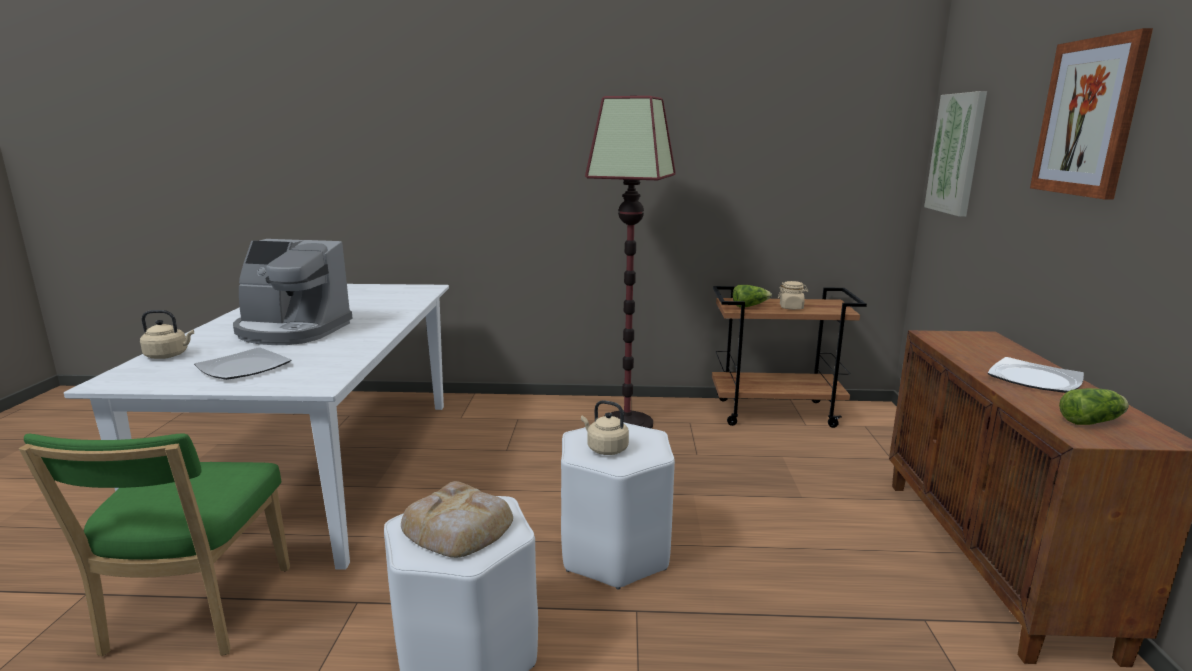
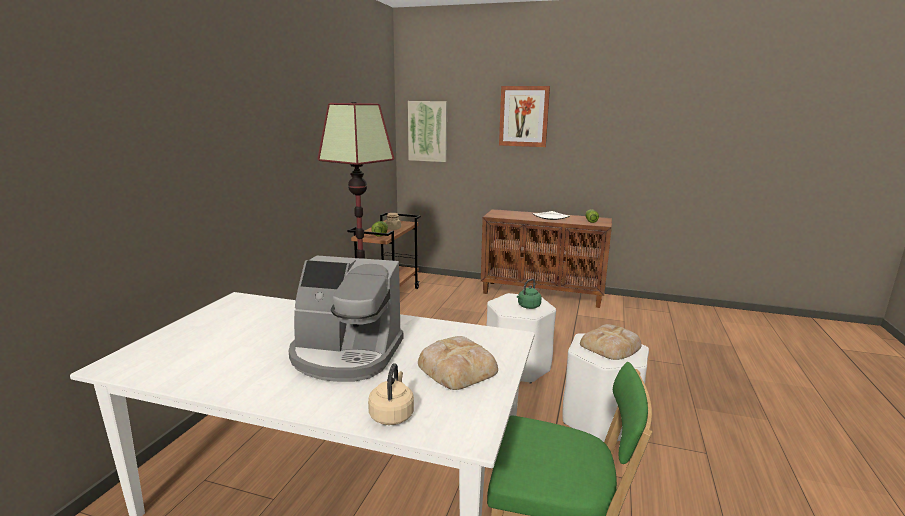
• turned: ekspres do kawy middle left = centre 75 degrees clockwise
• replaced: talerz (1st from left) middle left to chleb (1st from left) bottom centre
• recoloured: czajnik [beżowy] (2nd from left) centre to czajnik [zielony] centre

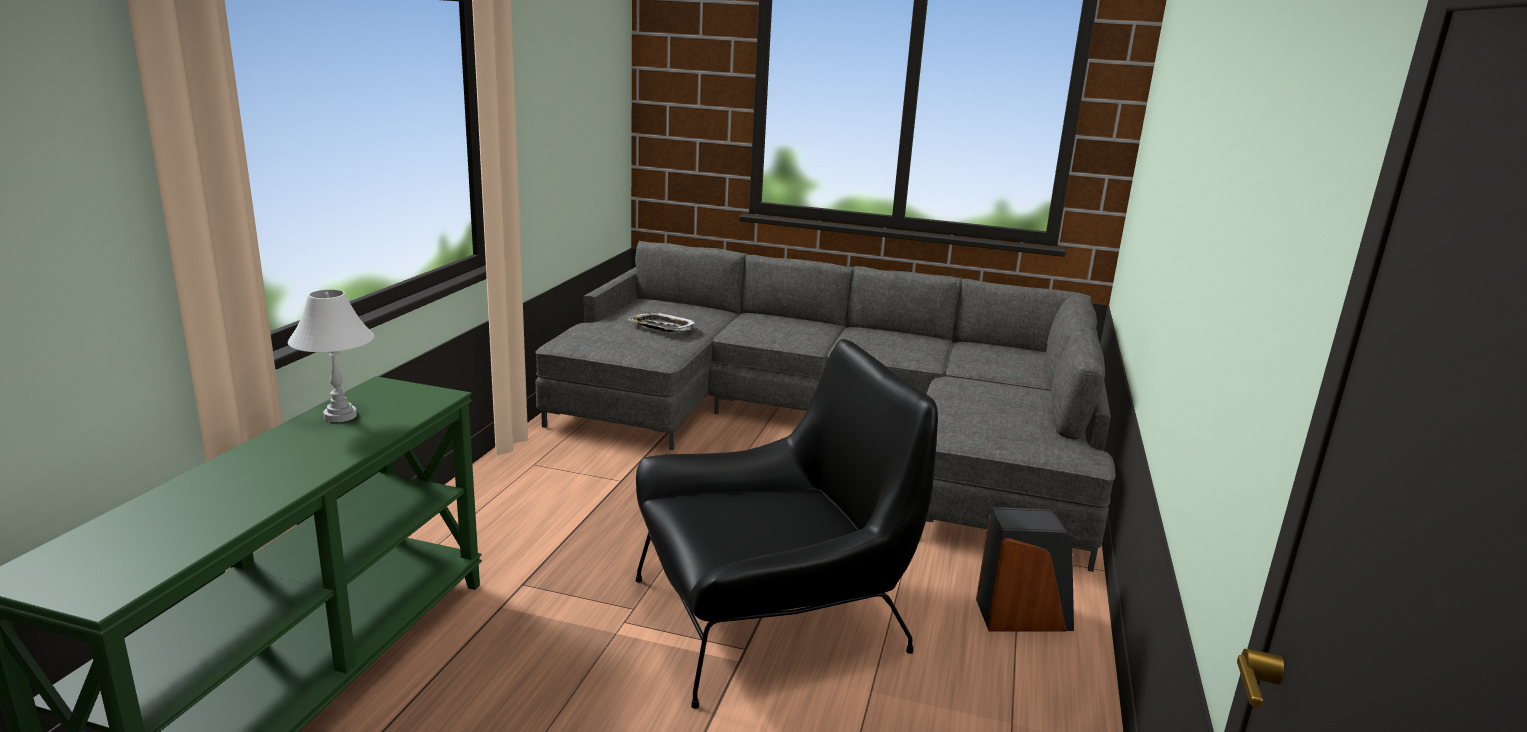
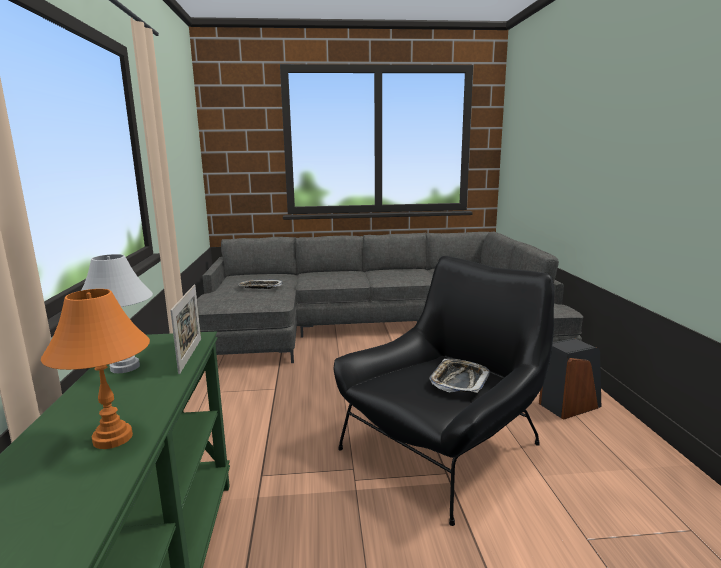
• added: lampa stołowa [pomarańczowy] middle left
• added: ramka na zdjęcie middle left
• added: taca (2nd from left) centre

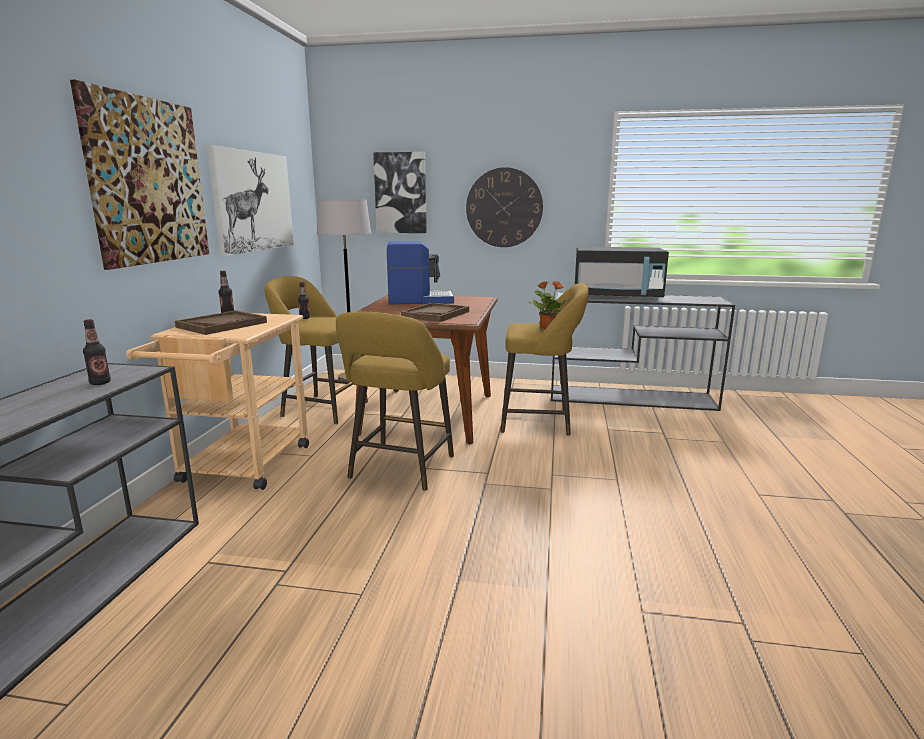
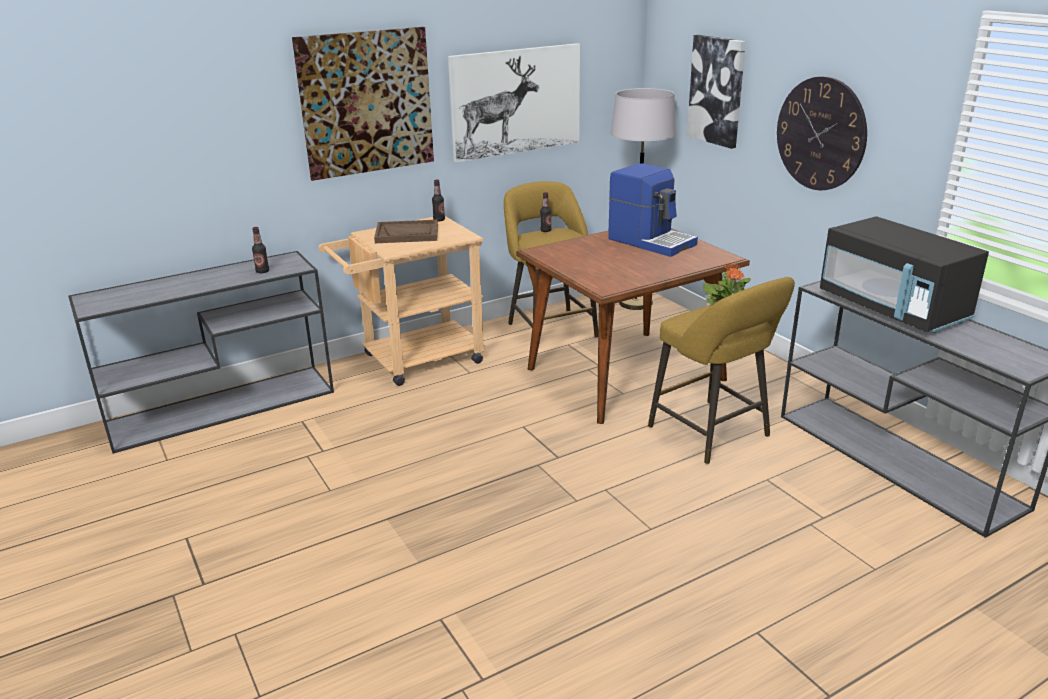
• removed: stołek [żółty] (2nd from left) centre
• removed: taca [brązowy] (2nd from left) centre

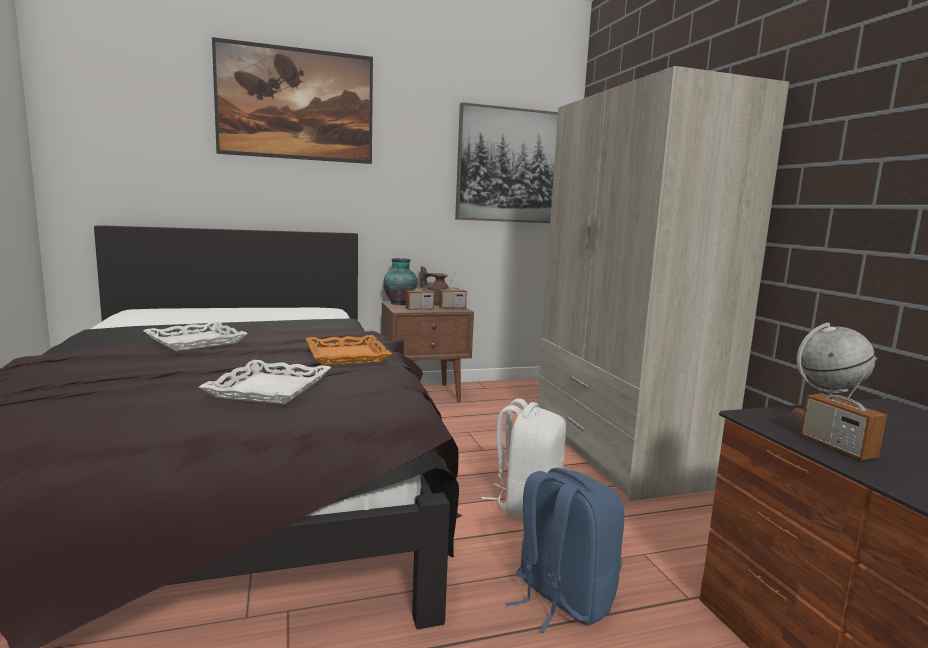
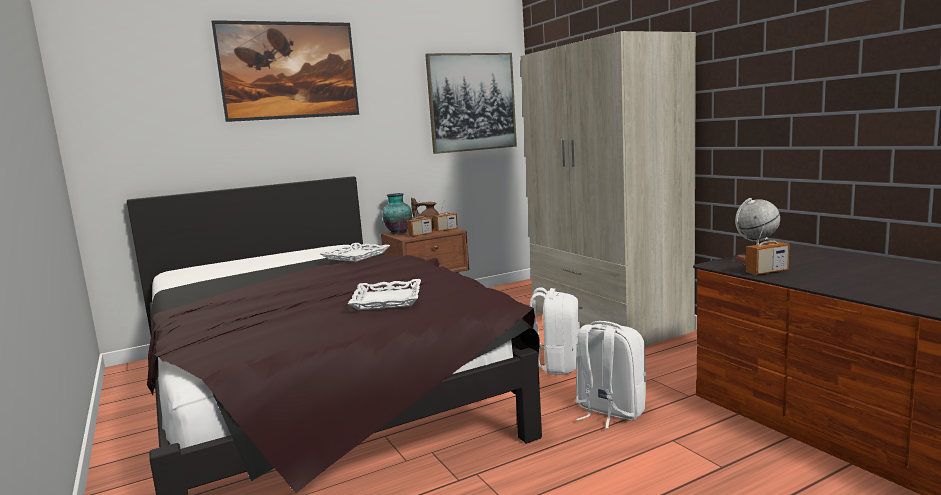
• moved: taca [biały] (1st from left) middle left to centre
• recoloured: plecak [niebieski] bottom centre to plecak [biały] (2nd from left) bottom centre
• turned: radio (3rd from left) middle right = middle right 75 degrees counterclockwise
• removed: taca [pomarańczowy] centre

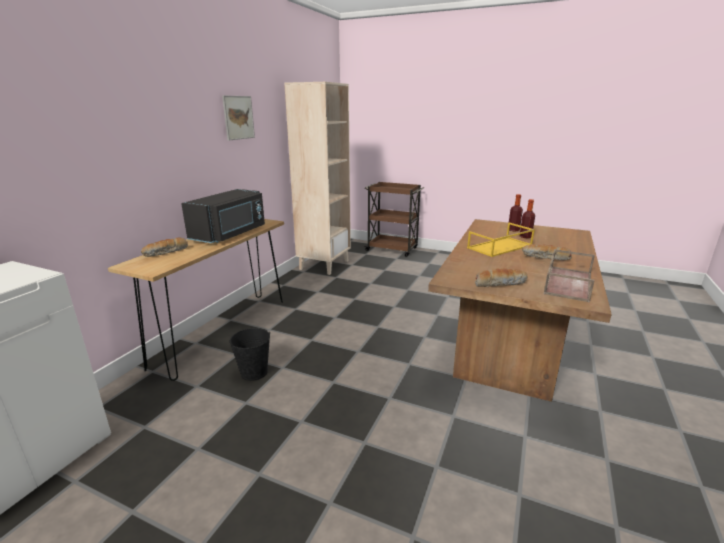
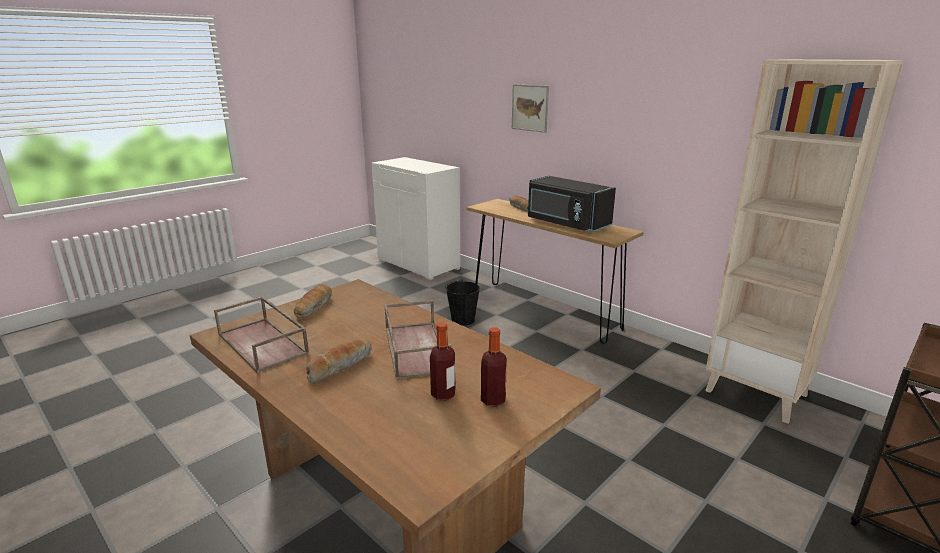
• recoloured: taca [żółty] middle right to taca [brązowy] (2nd from left) centre
• moved: obraz top left to top centre

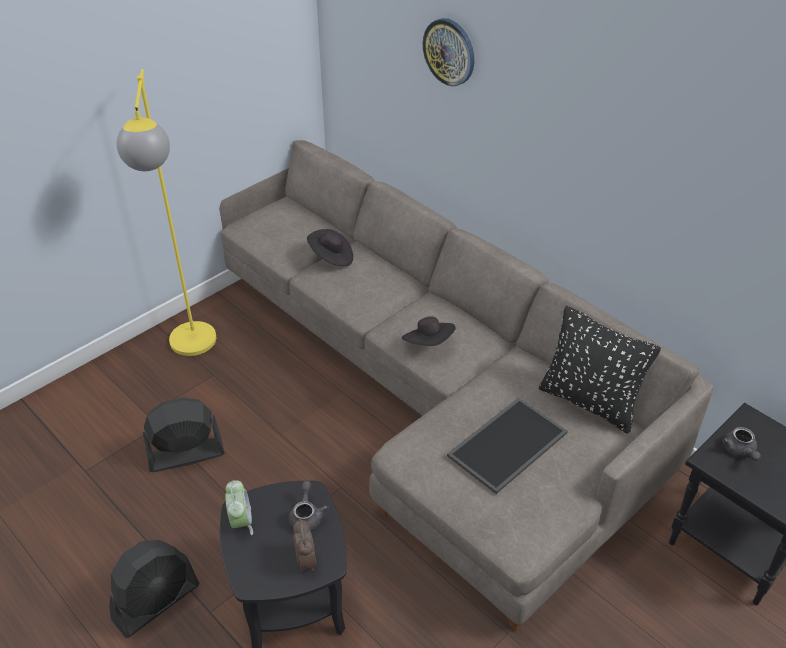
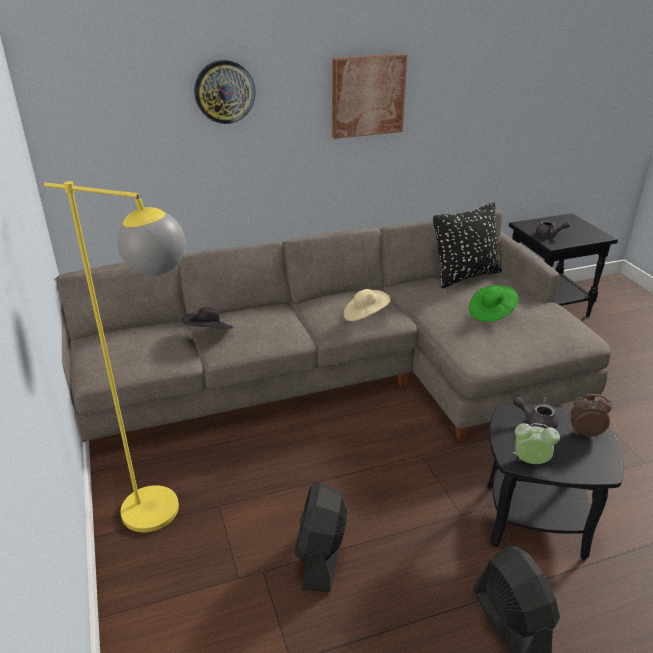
• added: obraz top centre
• recoloured: kapelusz [czarny] (2nd from left) centre to kapelusz [beżowy] centre
• replaced: taca bottom centre to kapelusz [zielony] middle right

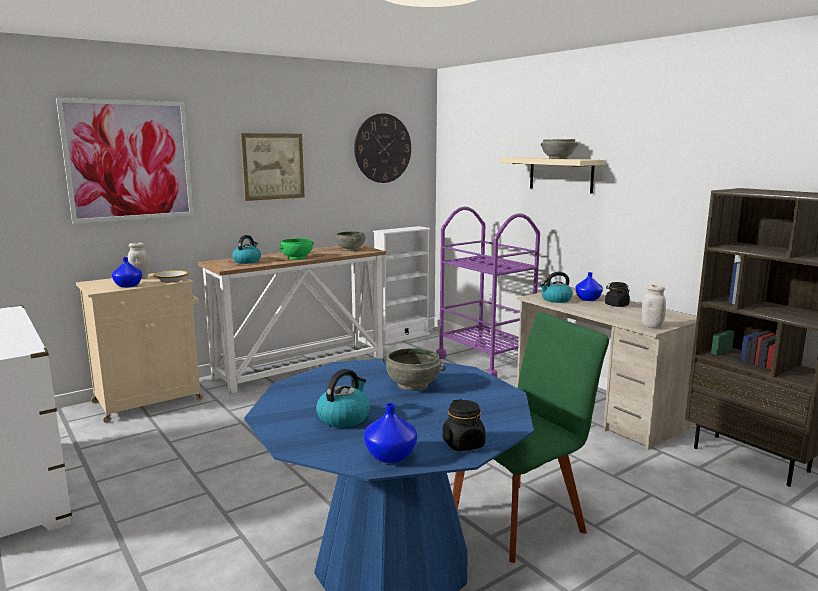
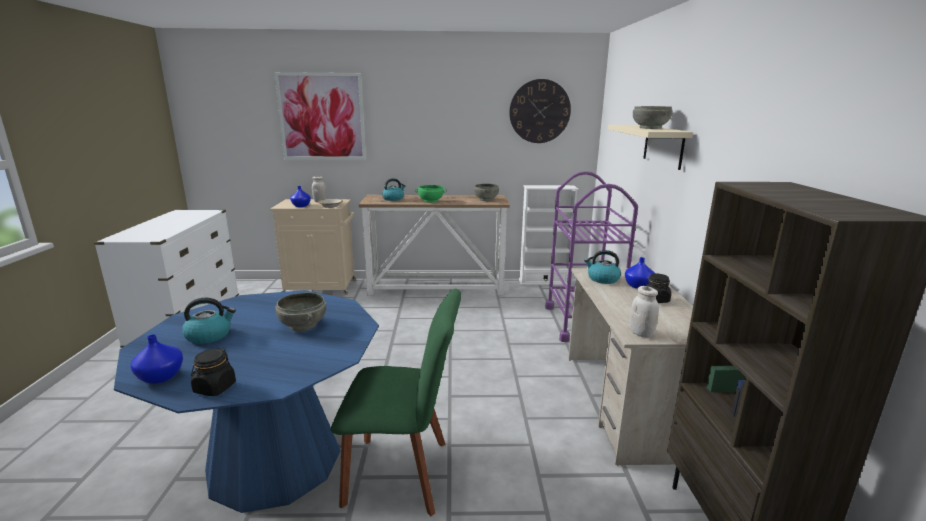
• removed: obraz (2nd from left) top left

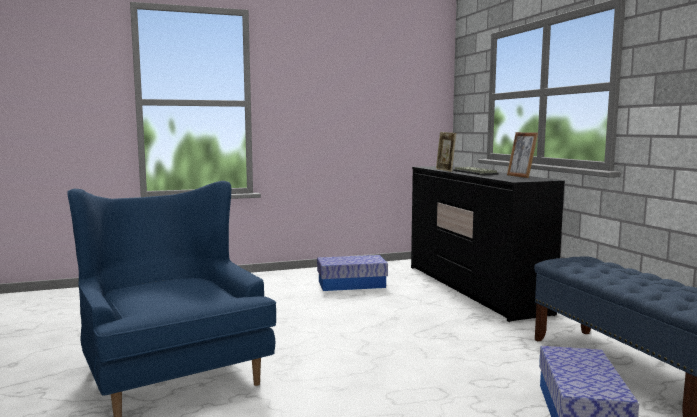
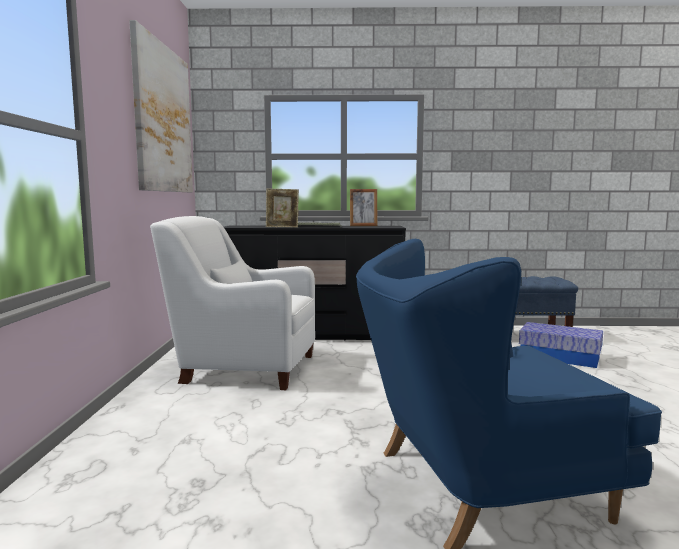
• added: obraz top left
• replaced: pojemnik do przechowywania (1st from left) centre to fotel [biały] centre

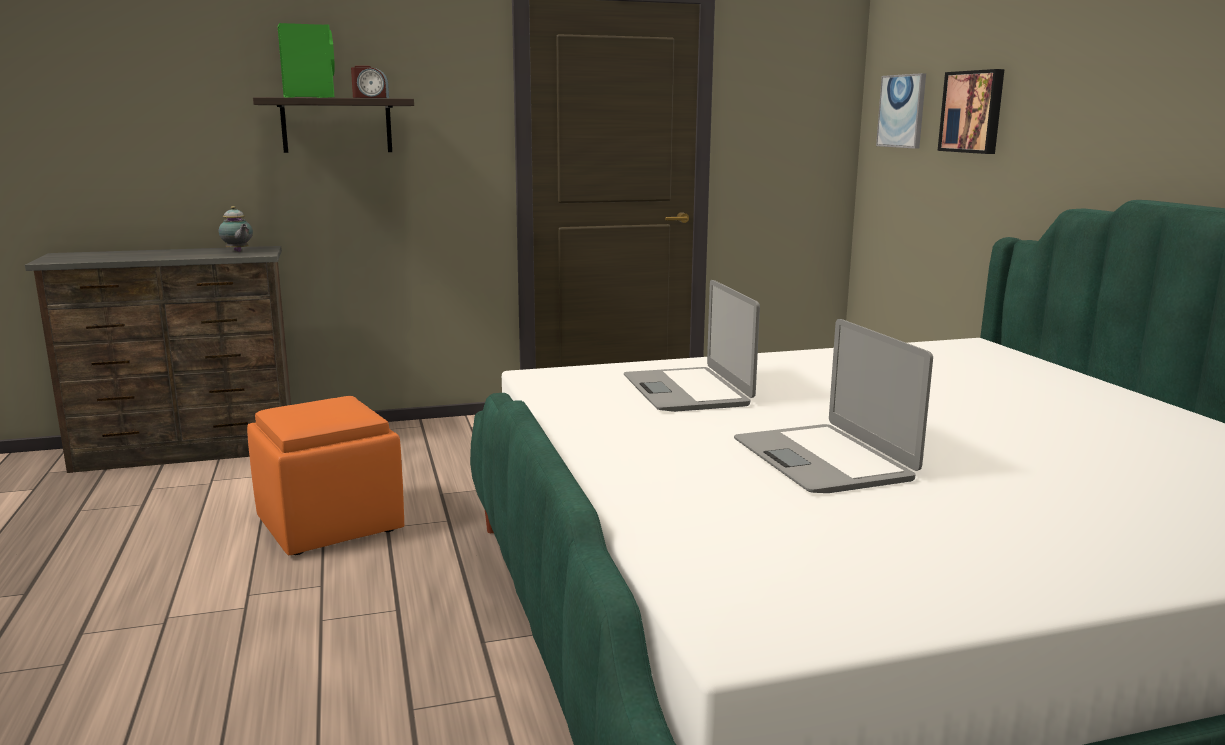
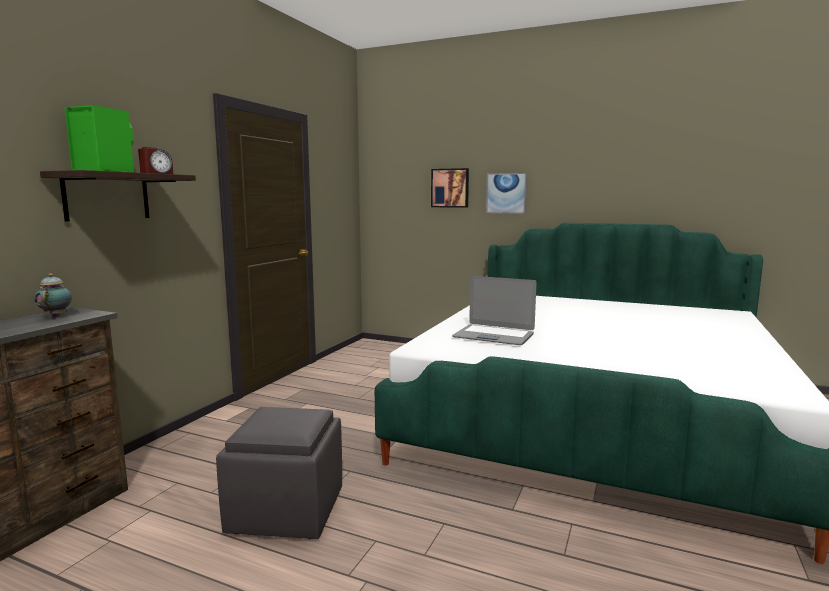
• turned: imbryk top left = middle left 105 degrees counterclockwise
• recoloured: pufa [pomarańczowy] middle left to pufa [szary] bottom centre
• moved: obraz (1st from left in the first image) top right to obraz (2nd from left) top centre
• removed: laptop (2nd from left) middle right

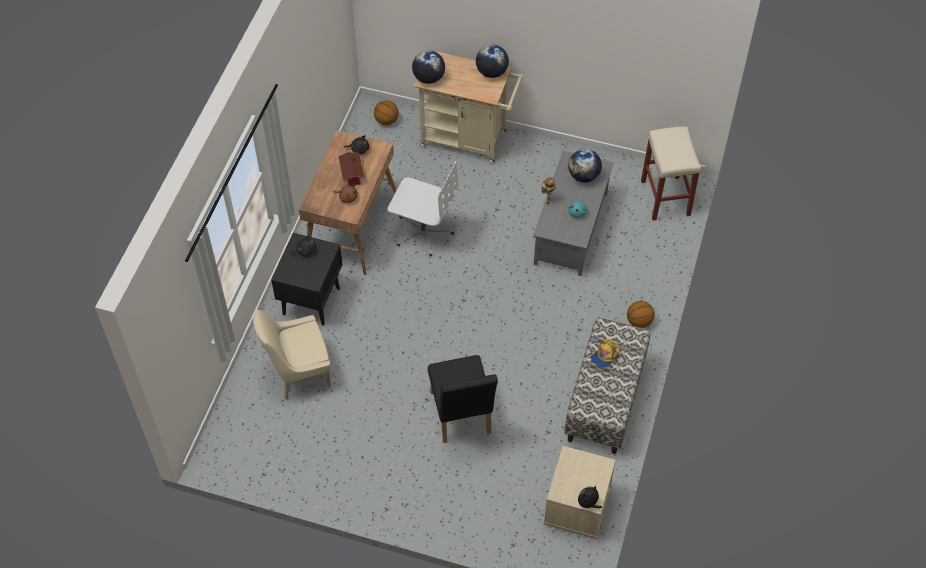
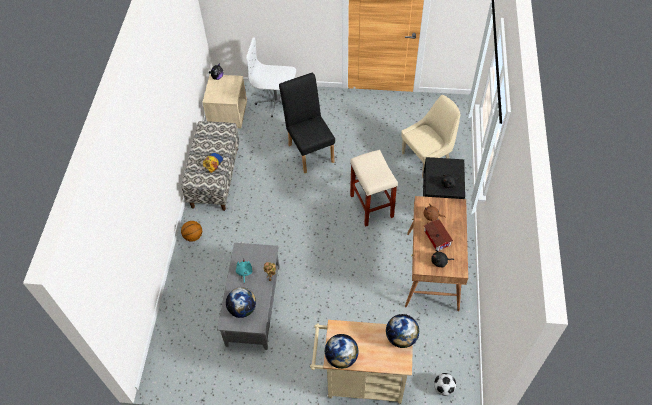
• moved: krzesło biurowe [biały] centre to top centre
• moved: stołek [beżowy] top right to centre
• replaced: piłka do koszykówki (1st from left) top centre to piłka futbolowa bottom right

